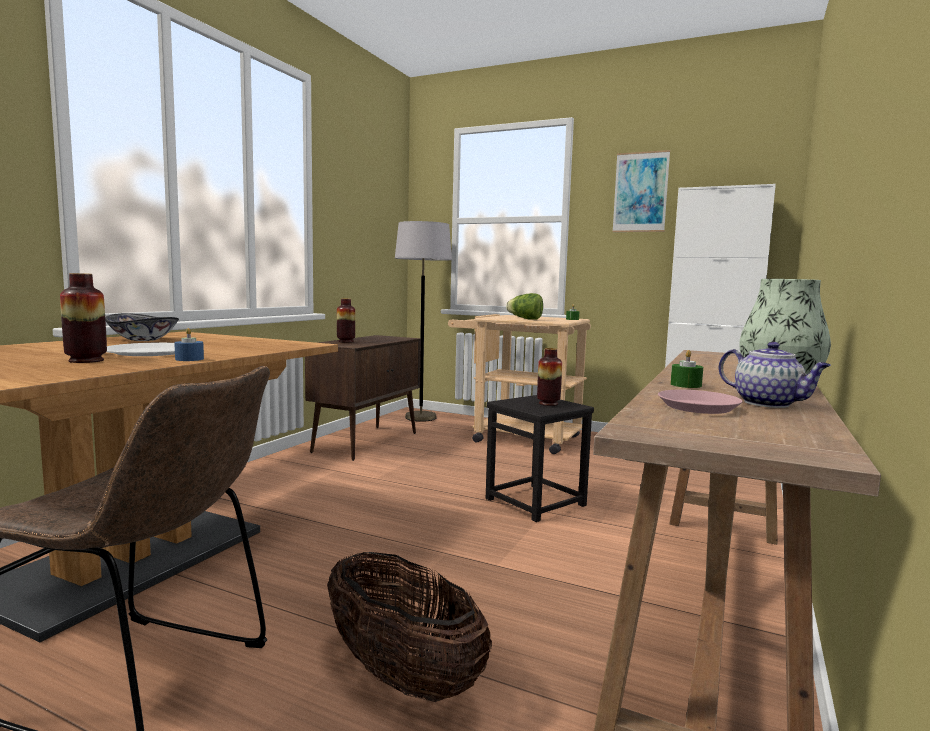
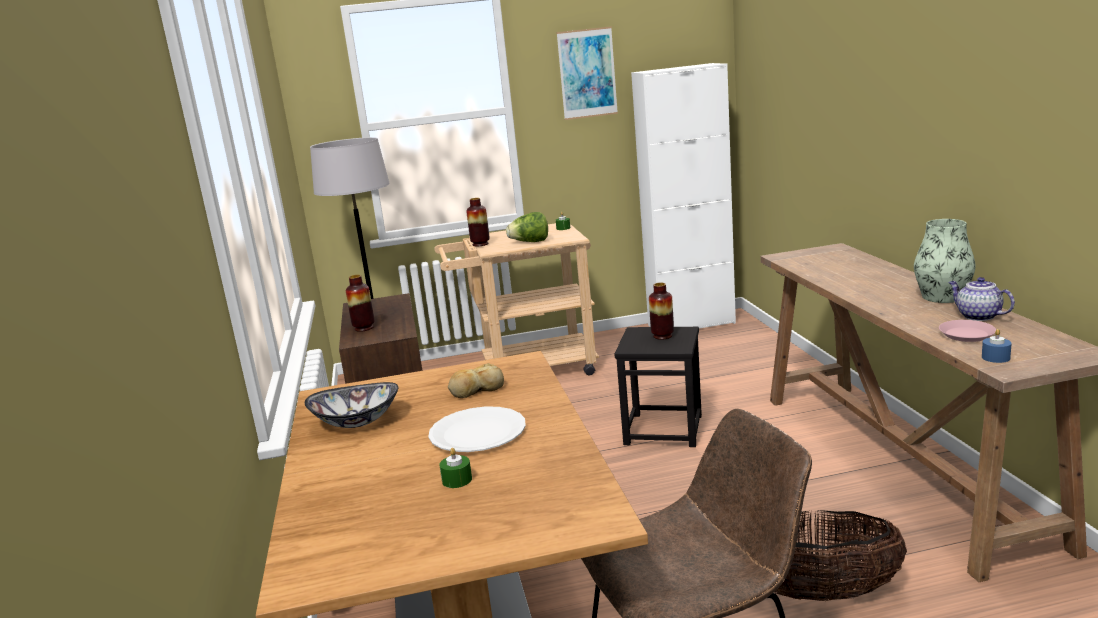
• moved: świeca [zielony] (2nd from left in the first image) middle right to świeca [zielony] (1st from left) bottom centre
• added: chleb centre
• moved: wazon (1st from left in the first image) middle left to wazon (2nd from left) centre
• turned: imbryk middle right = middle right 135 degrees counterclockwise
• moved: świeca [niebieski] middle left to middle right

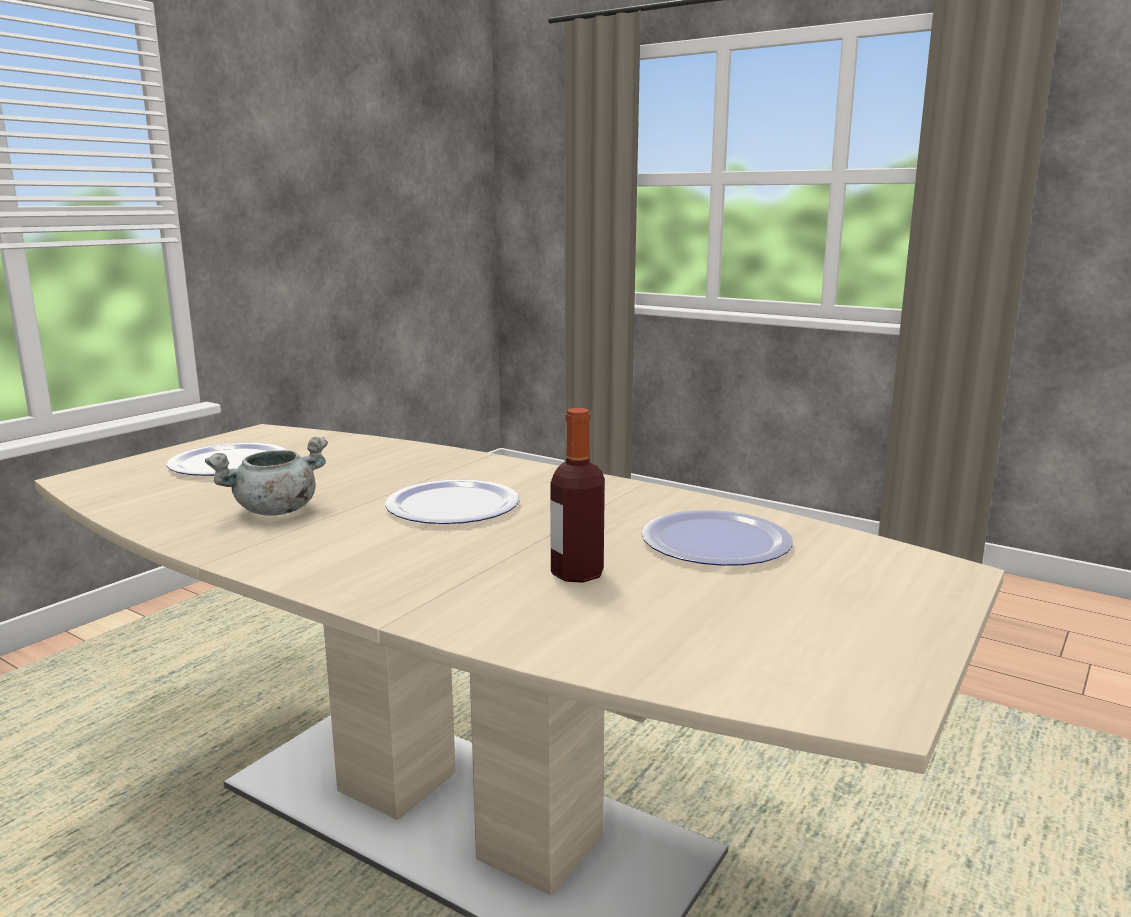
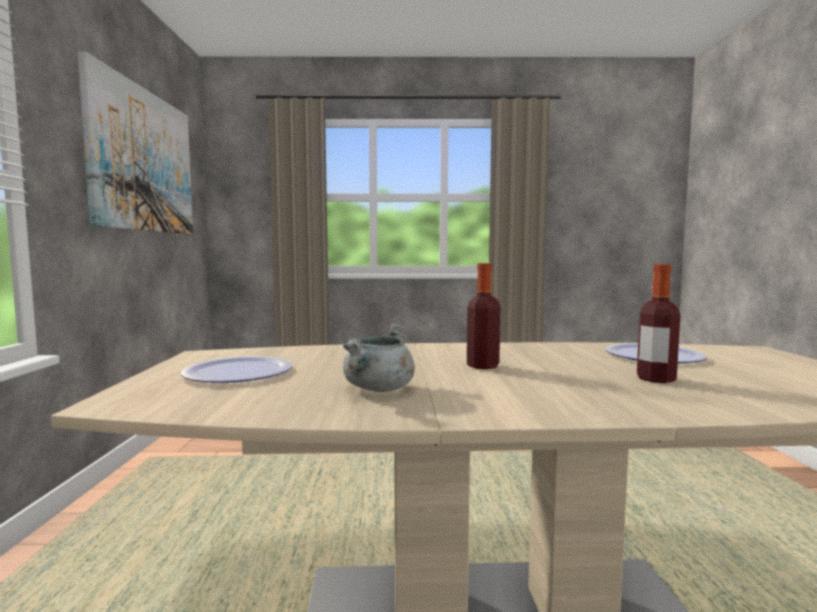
• added: obraz top left
• replaced: talerz (2nd from left) centre to butelka (1st from left) centre

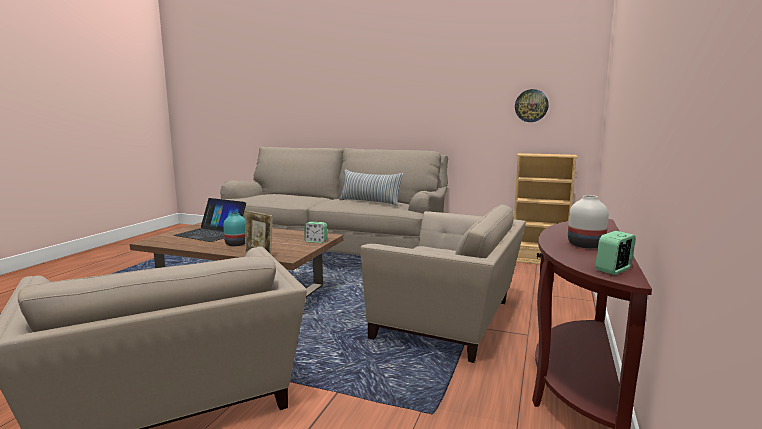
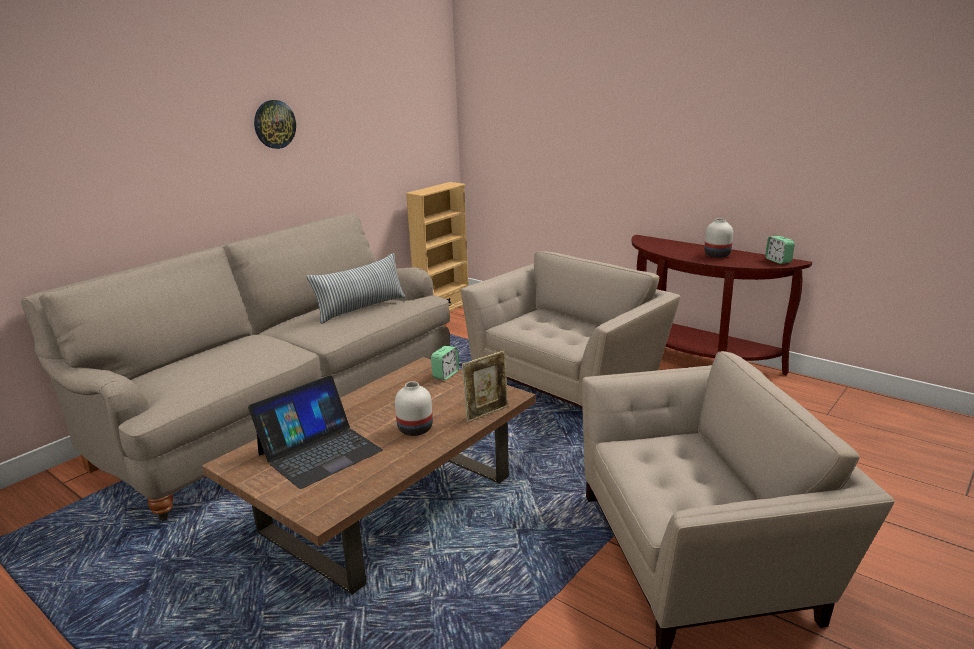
• moved: zegar ścienny top right to top left
• recoloured: wazon [turkusowy] middle left to wazon [biały] (1st from left) centre

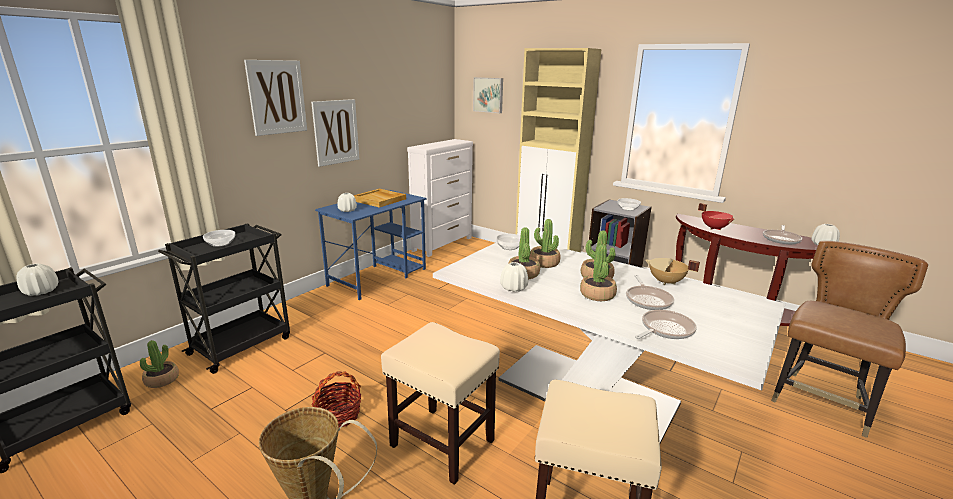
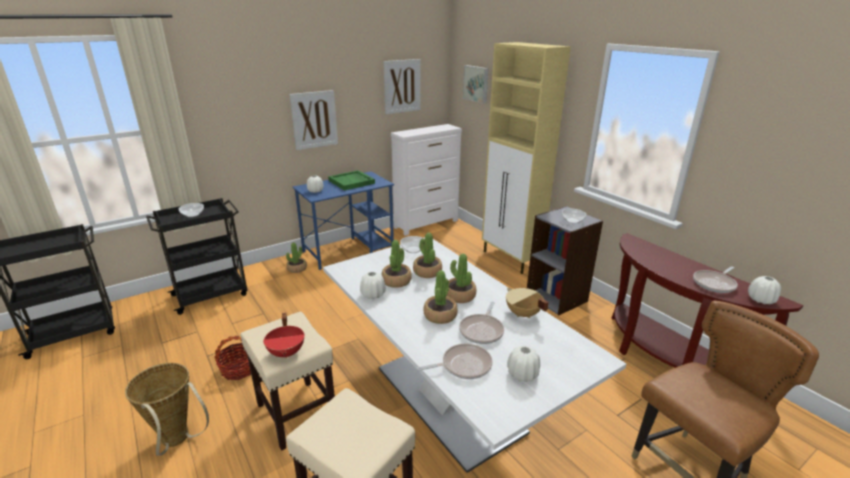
• moved: garnek [czerwony] middle right to bottom centre
• moved: roślina doniczkowa (1st from left) bottom left to centre
• recoloured: taca [beżowy] centre to taca [zielony] centre
• moved: obraz (1st from left in the first image) top left to obraz (2nd from left) top centre
• moved: wazon [biały] (1st from left in the first image) middle left to wazon [biały] (3rd from left) bottom centre

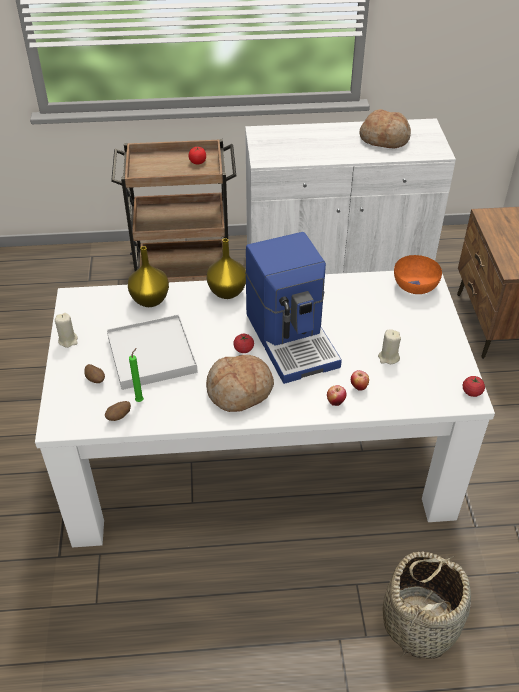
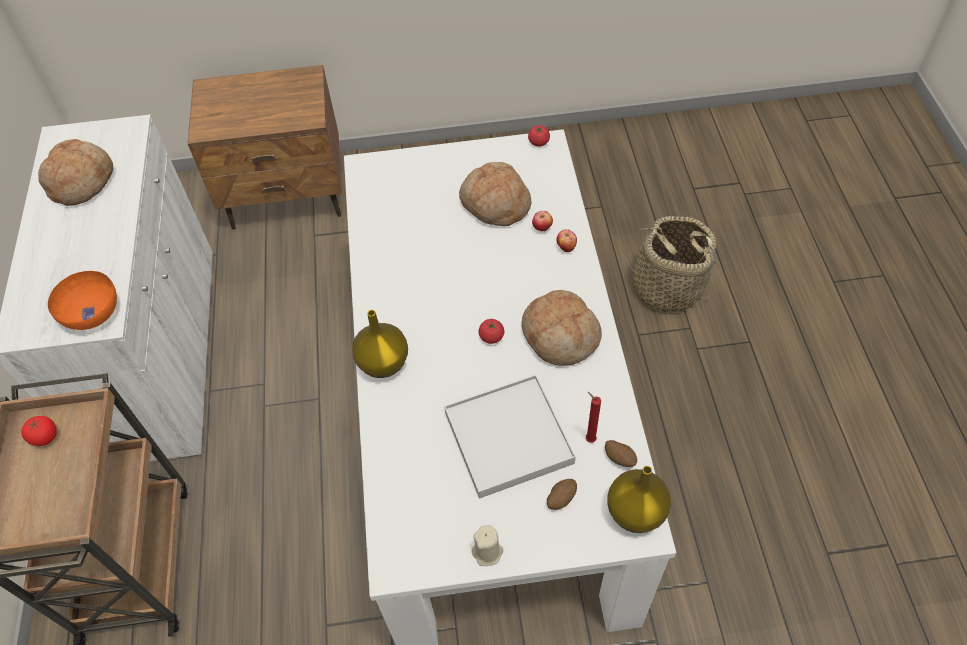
• moved: miska [pomarańczowy] middle right to middle left
• replaced: świeca [beżowy] (2nd from left) middle right to chleb (2nd from left) top centre
• recoloured: świeca [zielony] middle left to świeca [czerwony] centre
• moved: wazon [żółty] (1st from left in the first image) middle left to wazon [żółty] (2nd from left) bottom centre
• removed: ekspres do kawy centre

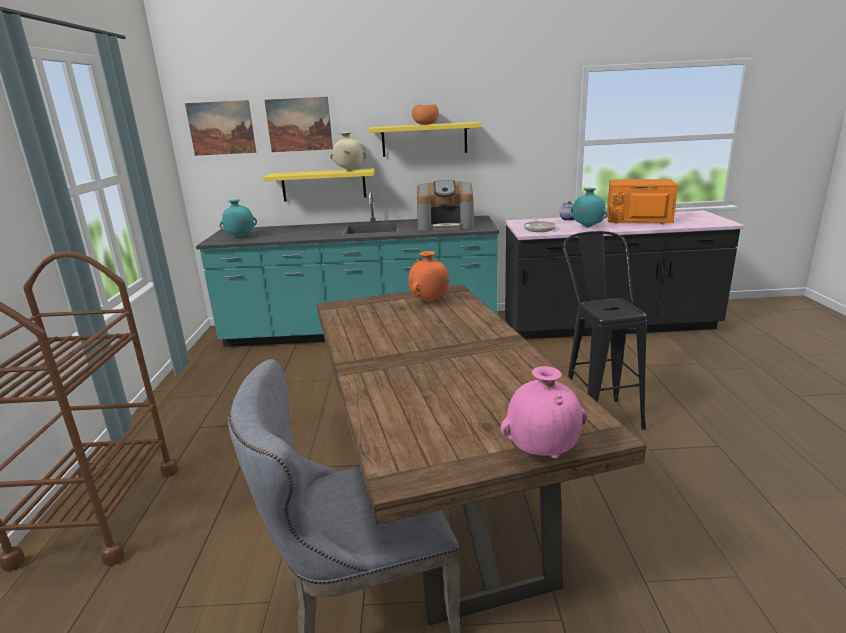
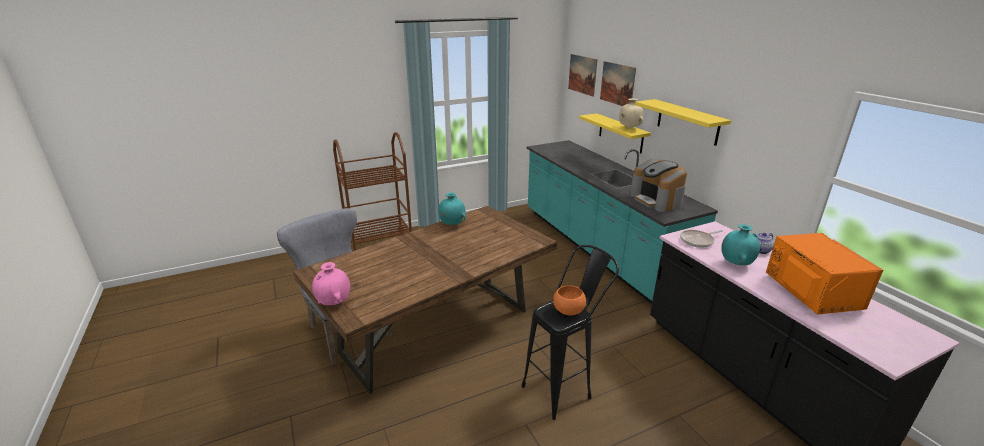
• moved: wazon [turkusowy] (1st from left) middle left to centre
• moved: miska [pomarańczowy] top centre to bottom centre
• removed: wazon [pomarańczowy] centre

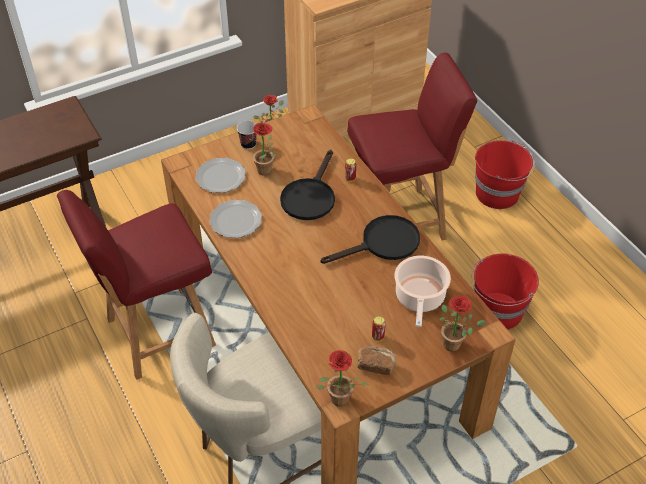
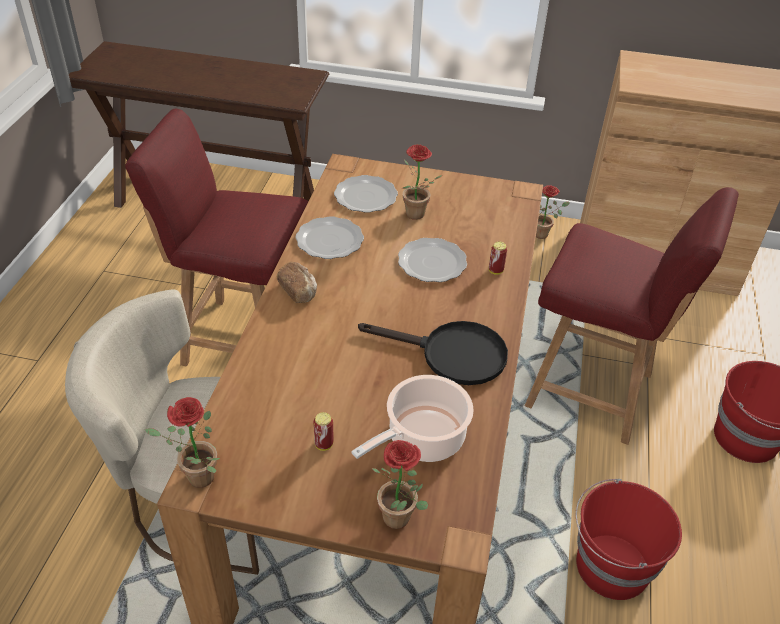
• moved: chleb bottom centre to centre
• replaced: patelnia [czarny] (1st from left) centre to talerz (3rd from left) centre
• removed: filiżanka top centre

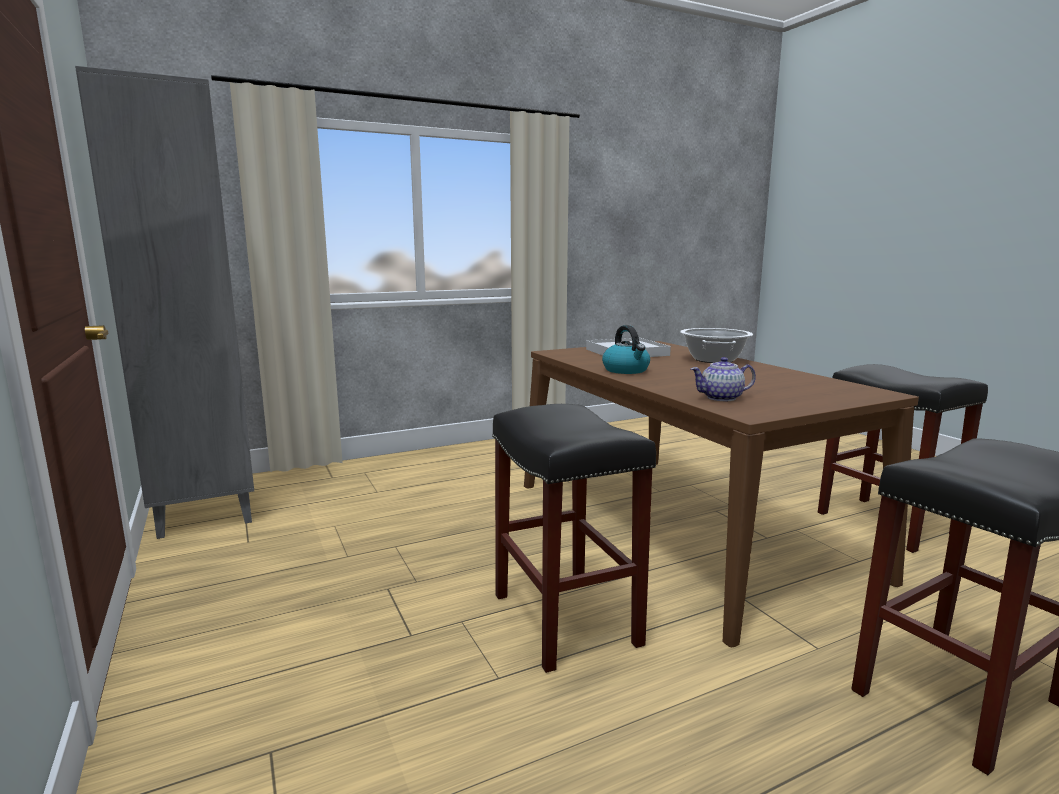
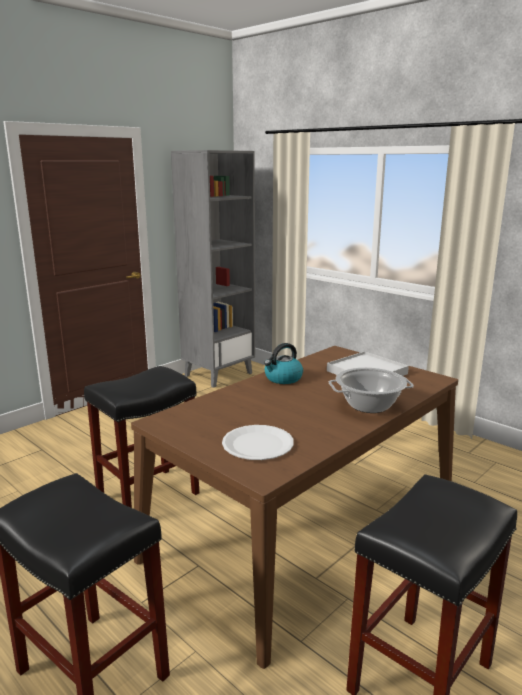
• added: talerz [biały] centre
• removed: imbryk middle right

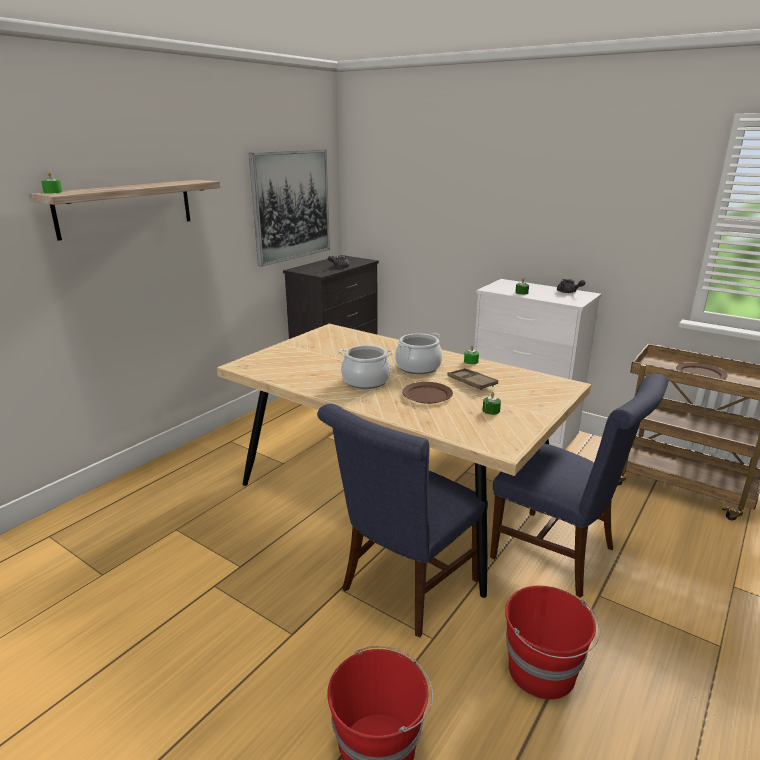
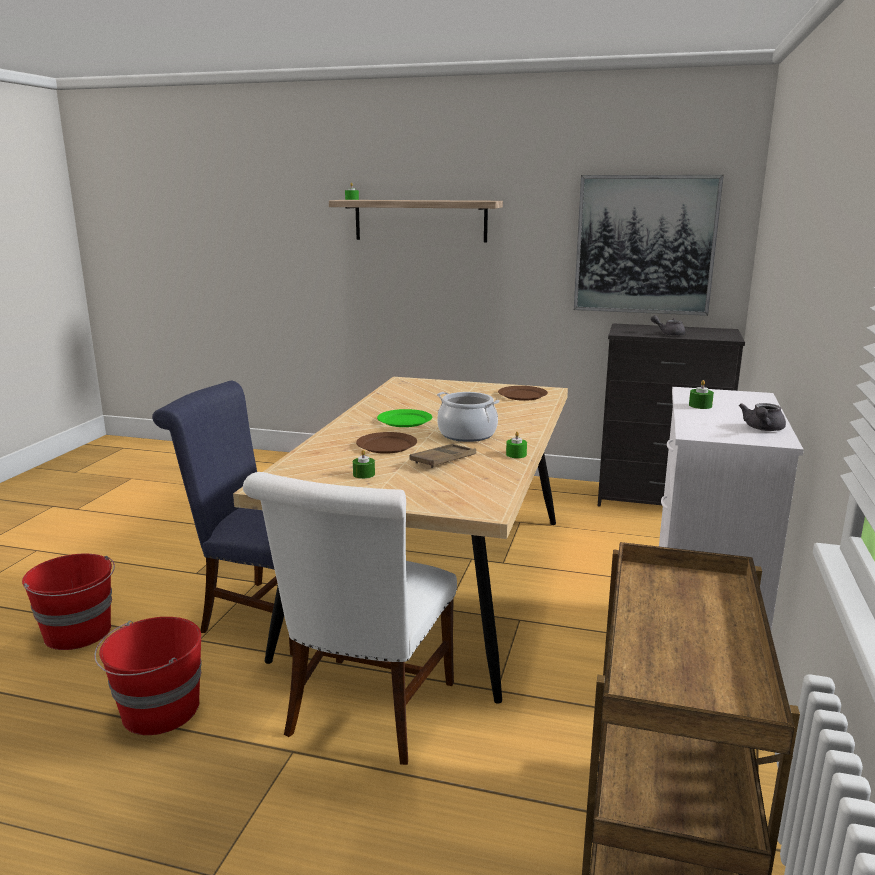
• recoloured: krzesło [niebieski] (2nd from left) middle right to krzesło [biały] bottom centre
• replaced: garnek (1st from left) centre to talerz [zielony] centre
• moved: talerz [brązowy] (2nd from left) middle right to centre

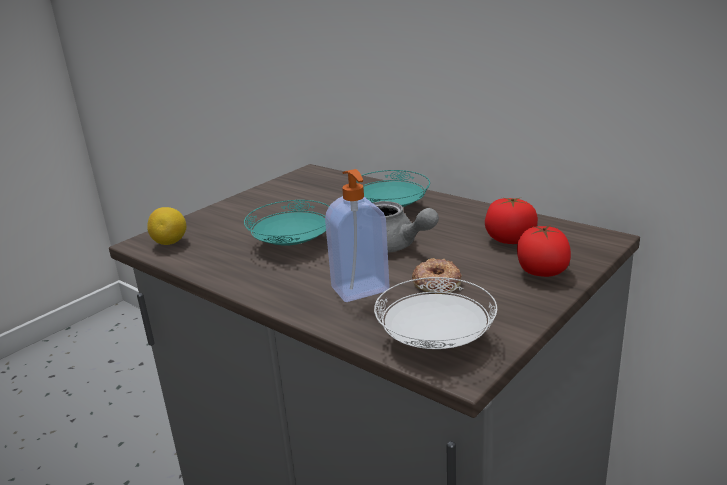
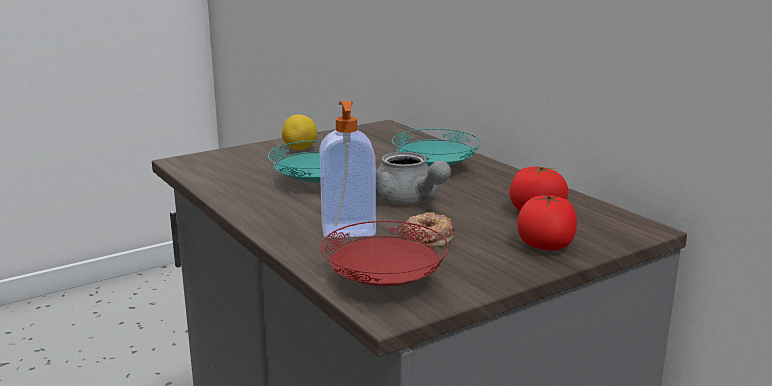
• moved: cytryna middle left to centre
• recoloured: talerz [biały] centre to talerz [czerwony] centre

